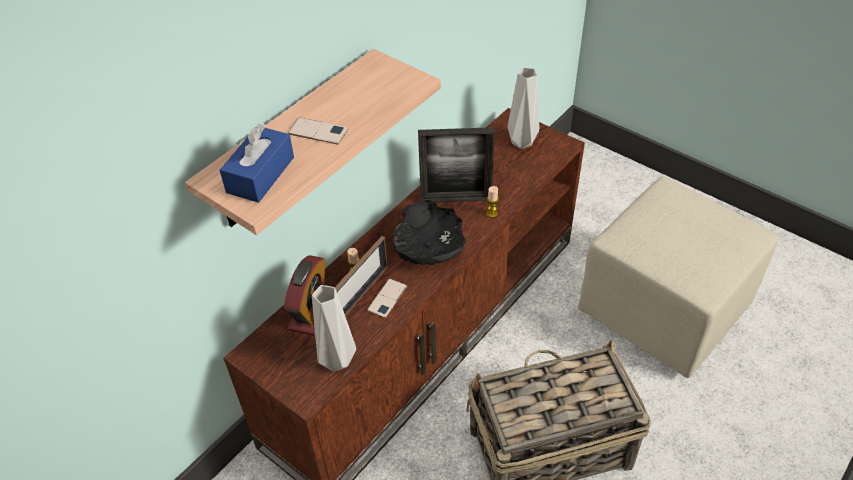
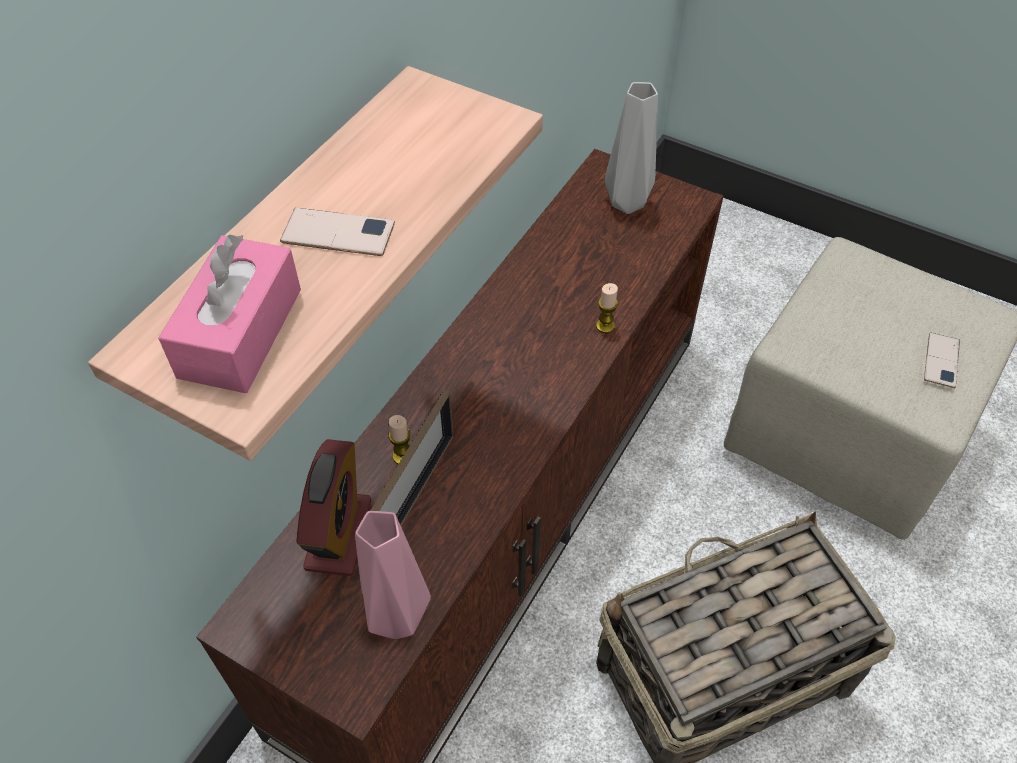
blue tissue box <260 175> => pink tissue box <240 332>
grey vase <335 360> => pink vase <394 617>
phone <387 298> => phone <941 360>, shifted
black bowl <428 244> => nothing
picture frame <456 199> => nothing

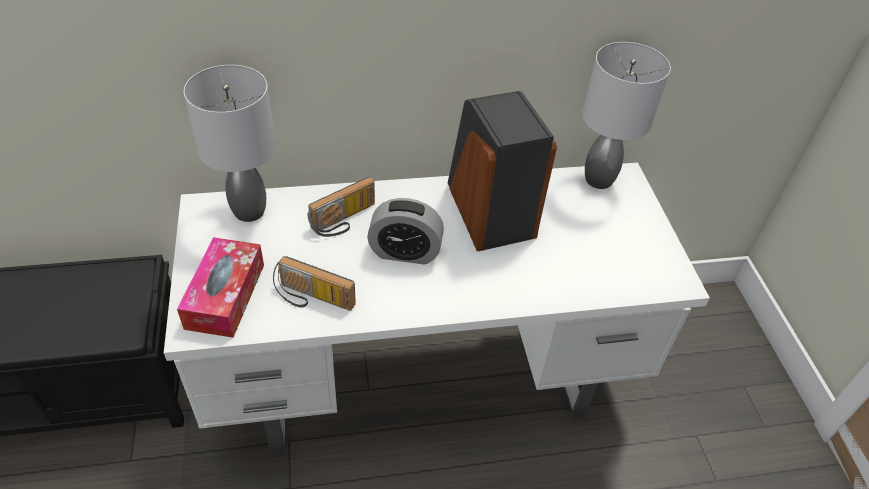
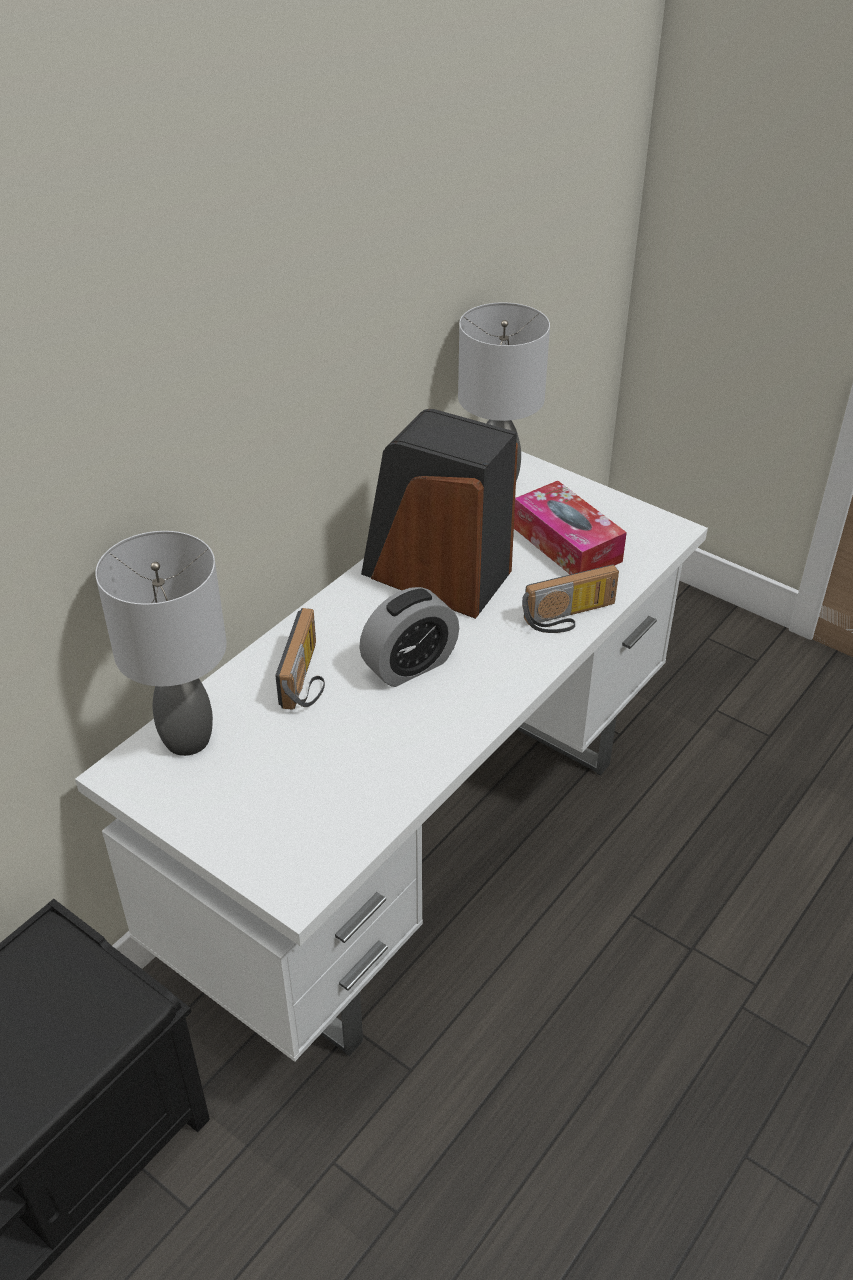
tissue box <225 296> => tissue box <566 544>, shifted
radio <312 299> => radio <570 617>, shifted

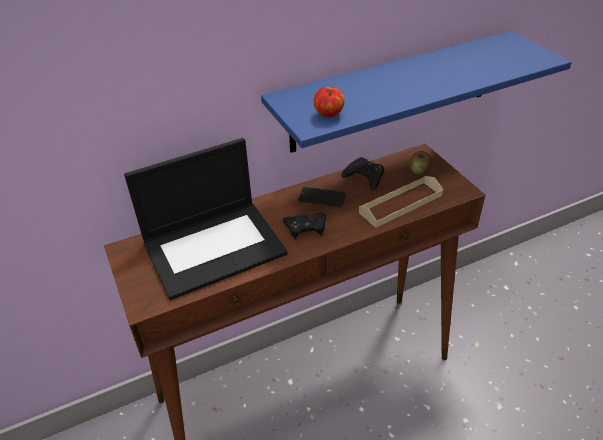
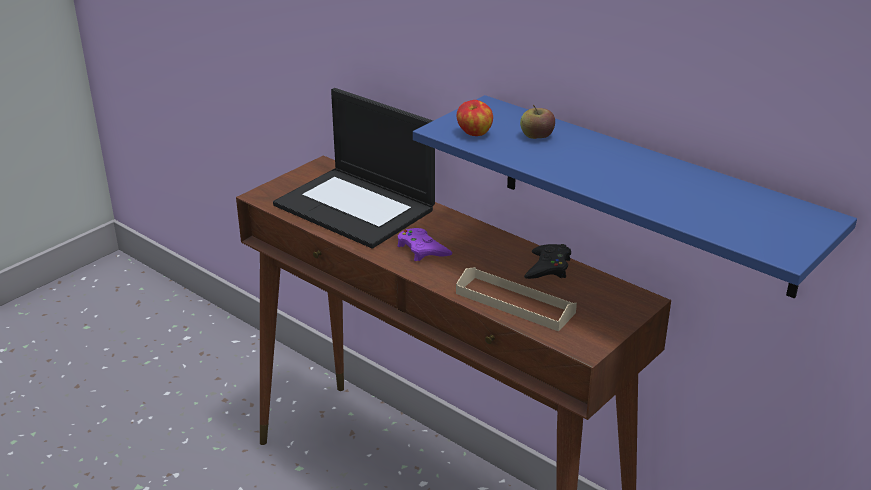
black game controller <305 228> => purple game controller <422 249>
apple <419 170> => apple <536 136>, shifted
phone <322 197> => nothing

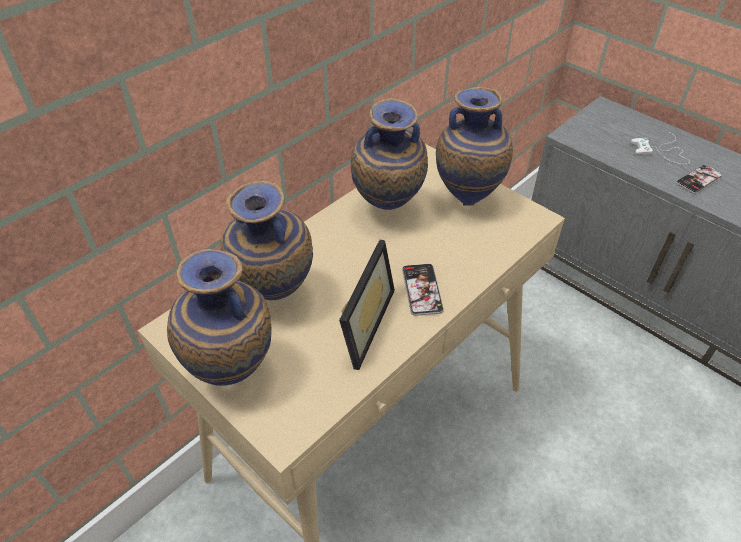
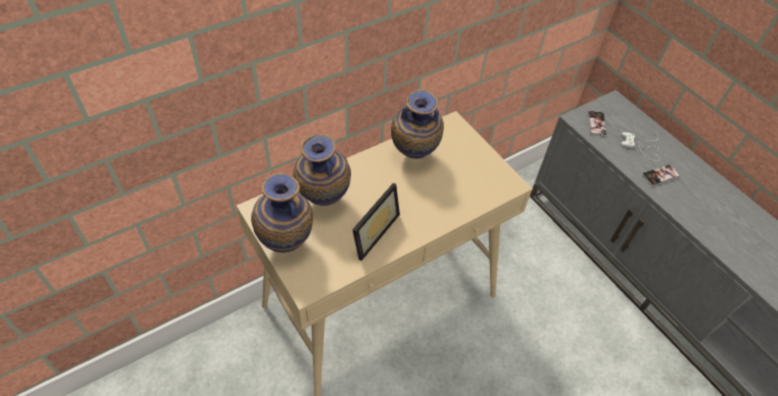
phone <422 290> => phone <596 124>, shifted
vase <467 199> => nothing

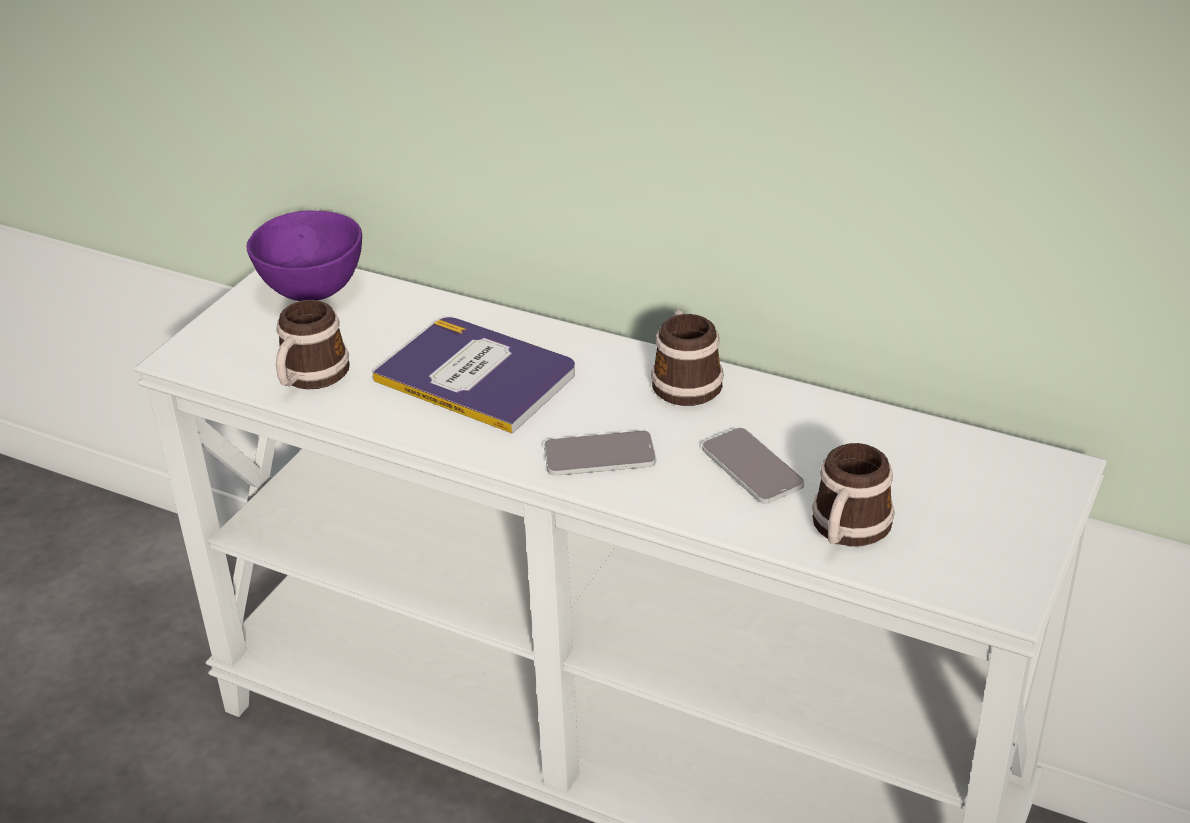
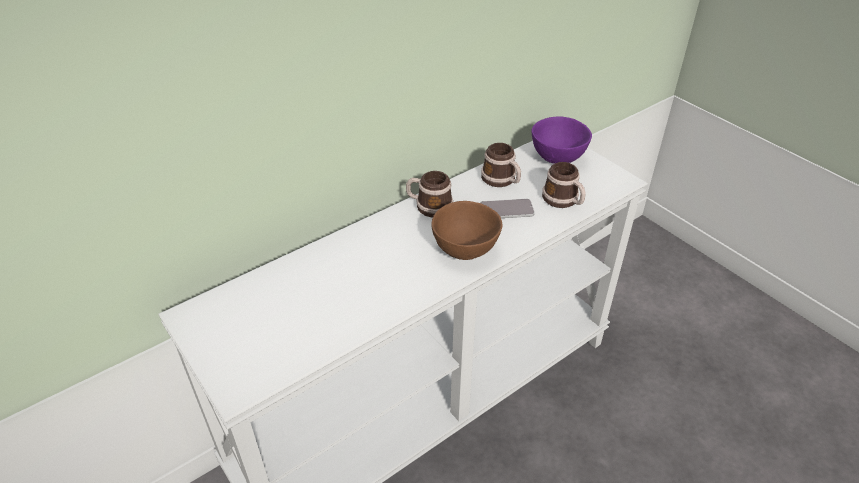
phone <599 455> => brown bowl <466 250>
mug <309 377> => mug <502 180>, shifted
purple bowl <311 292> => purple bowl <558 159>, shifted
book <477 376> => nothing

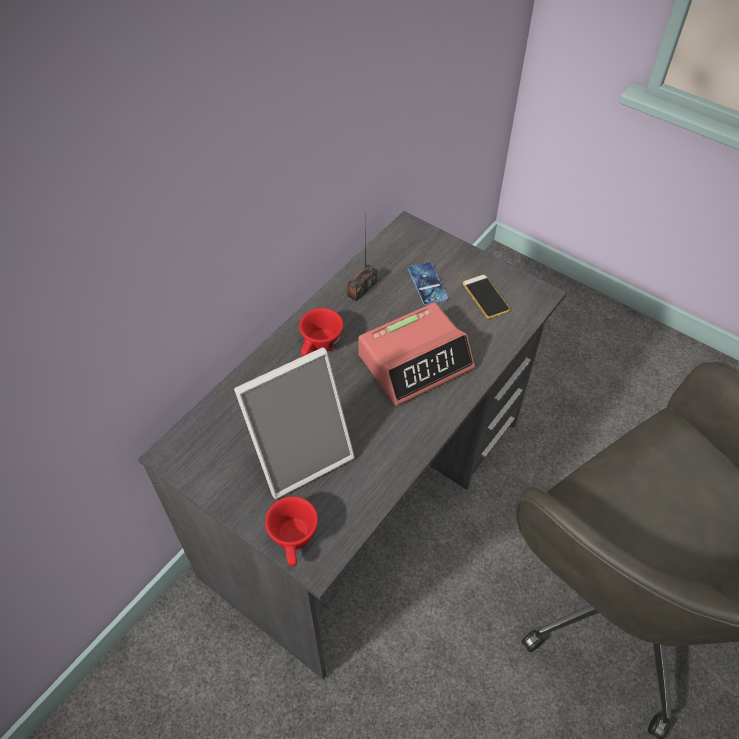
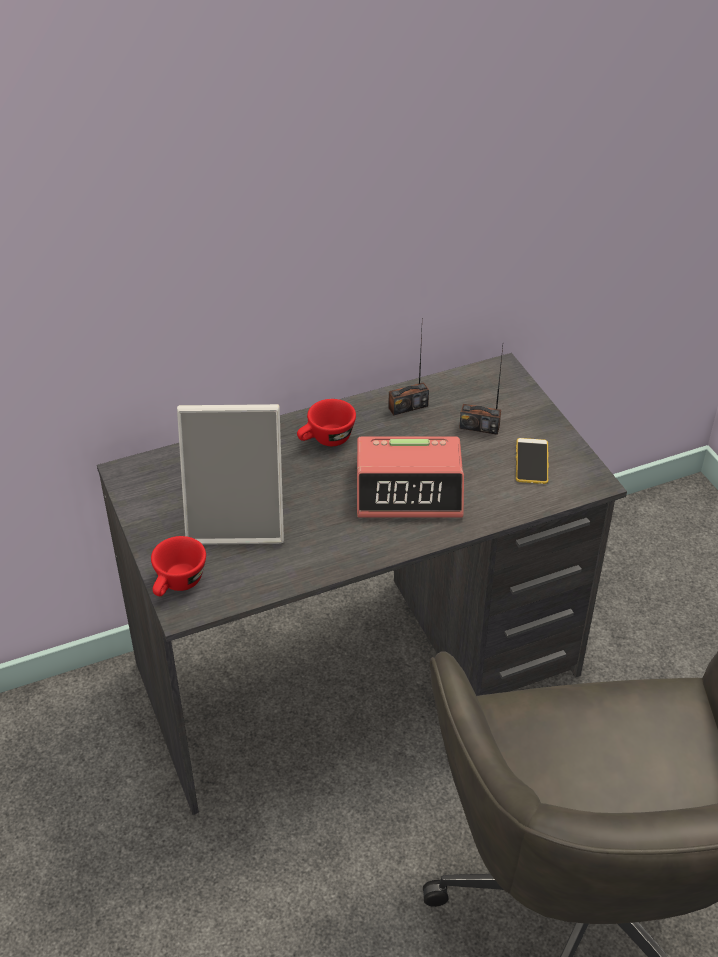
phone <427 283> => radio <479 427>

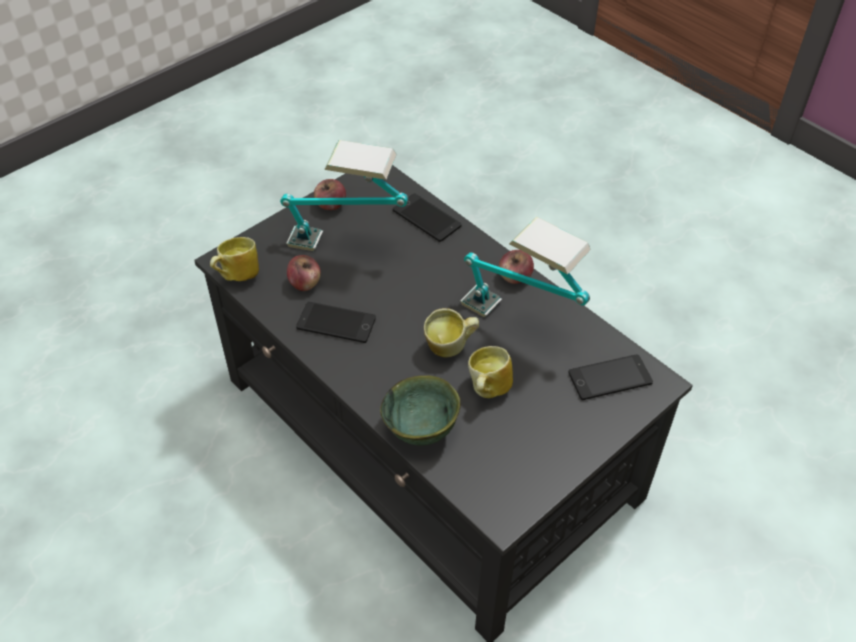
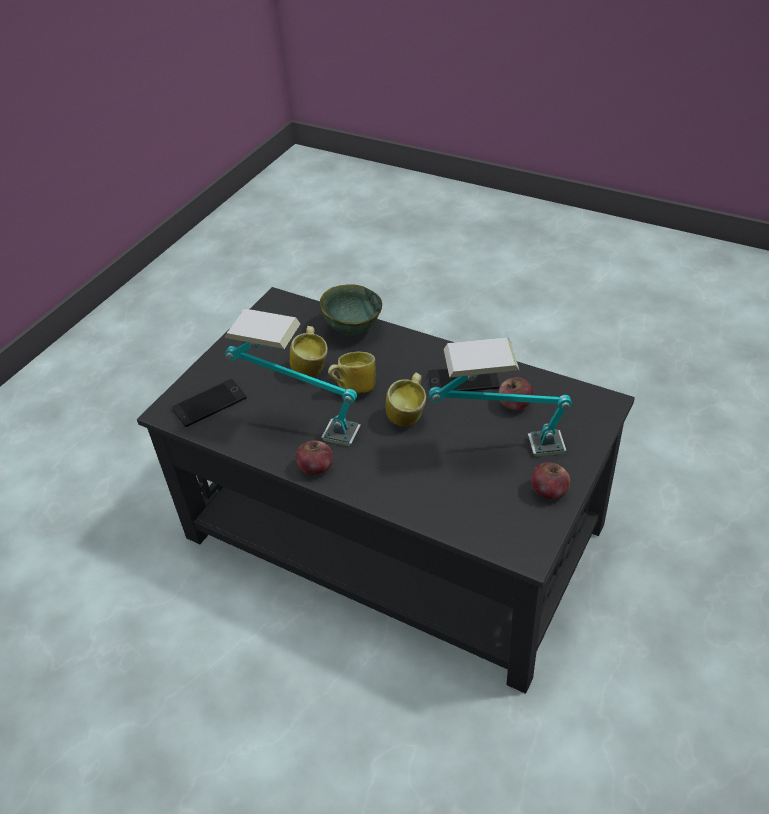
mug <237 276> => mug <409 416>, shifted
phone <426 218> => nothing

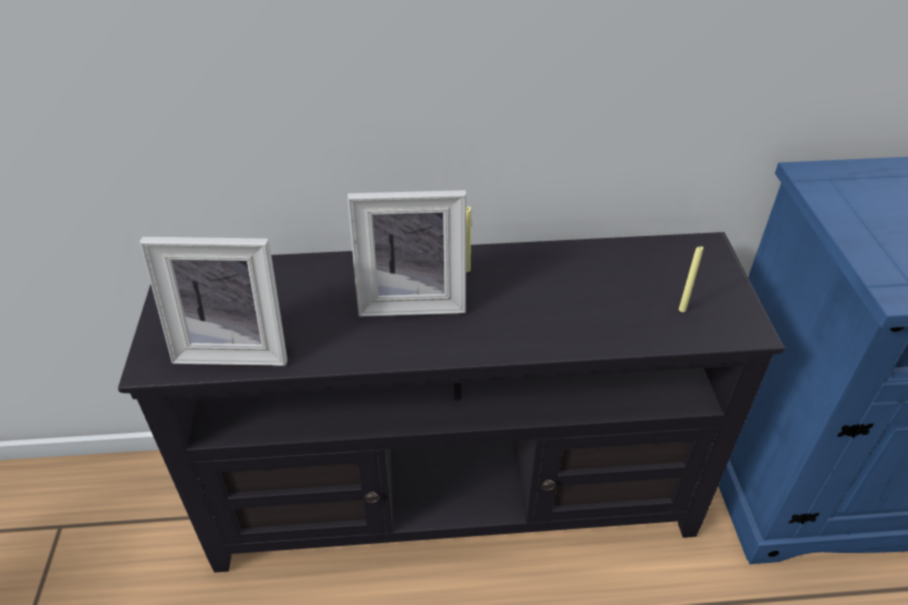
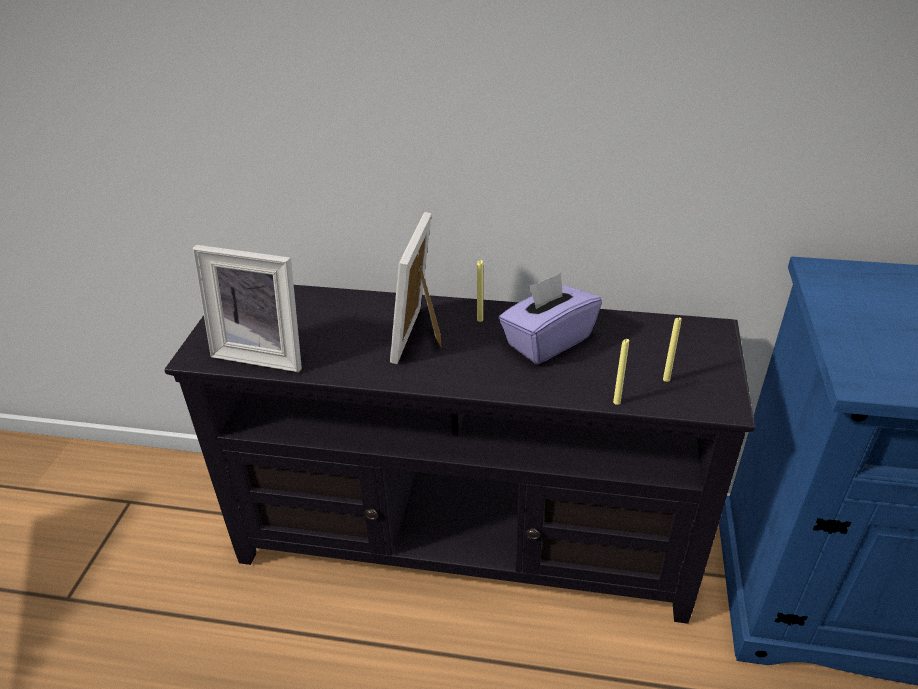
picture frame <412 299> => picture frame <423 336>, 90 degrees clockwise
nothing => purple tissue box <547 341>
nothing => yellow candle <616 402>

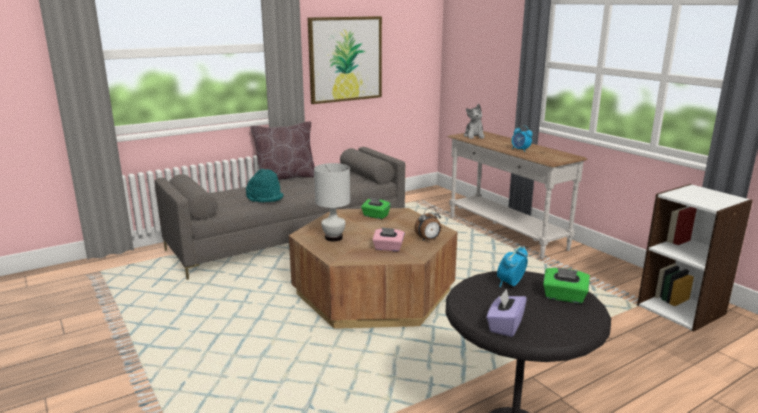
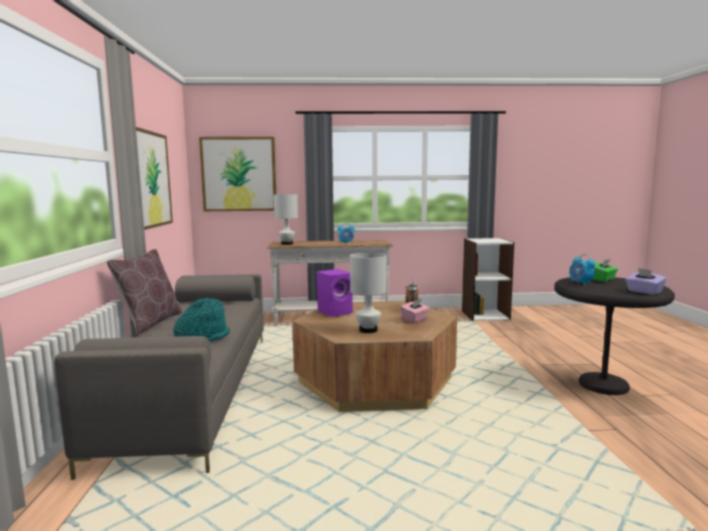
nothing => picture <239 174>
plush toy <474 136> => white table lamp <287 243>
green tissue box <375 216> => purple speaker <336 312>

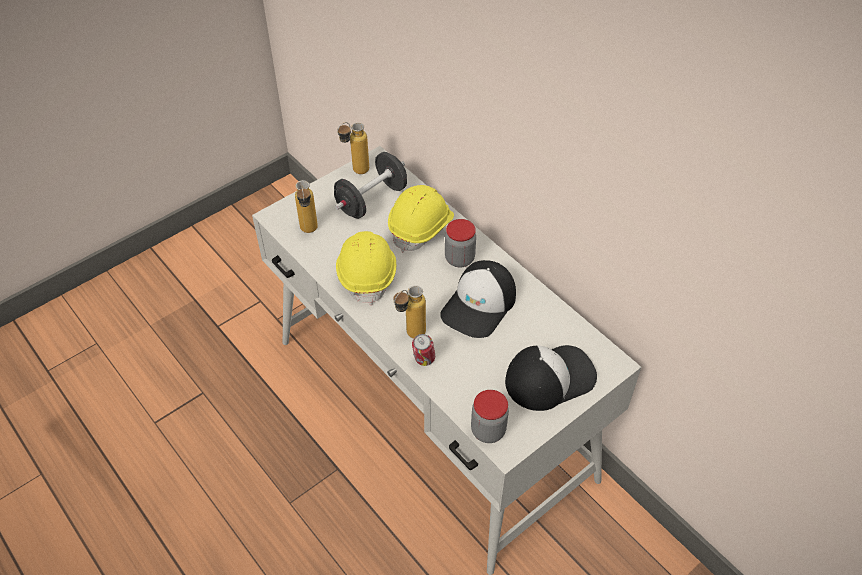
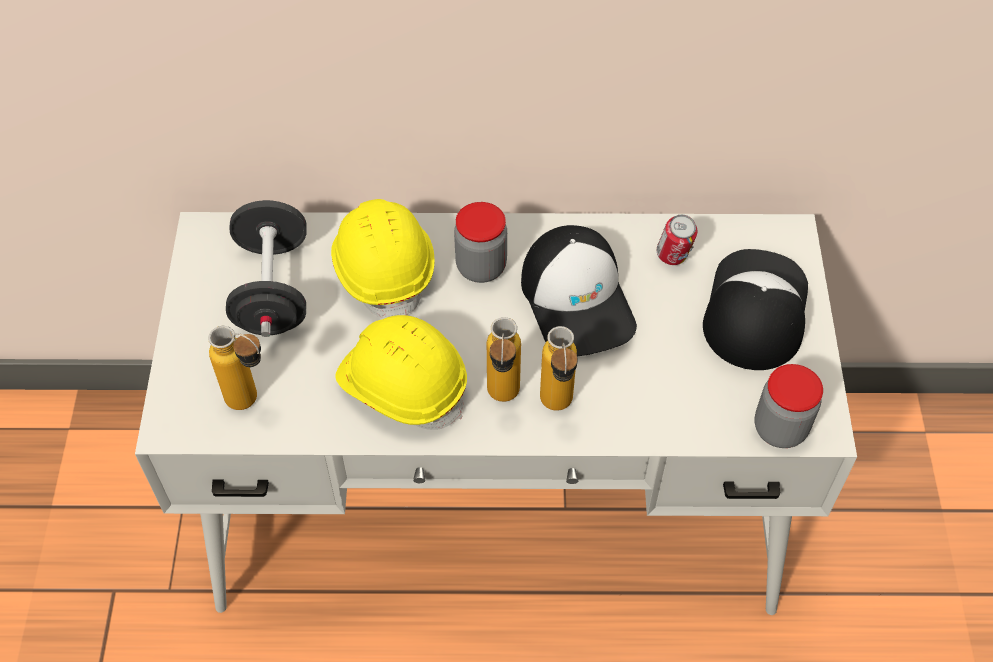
bottle <355 172> => bottle <502 401>, shifted
can <423 360> => can <673 258>, shifted

